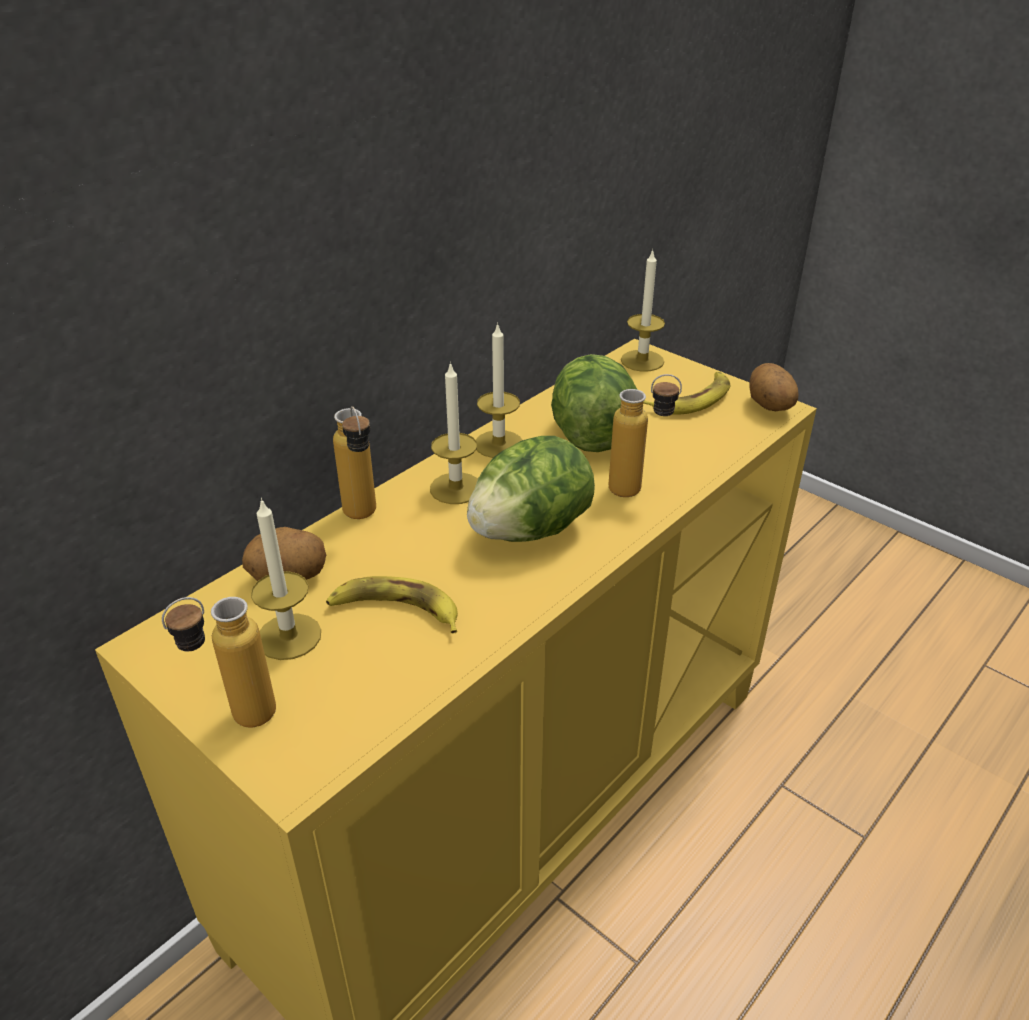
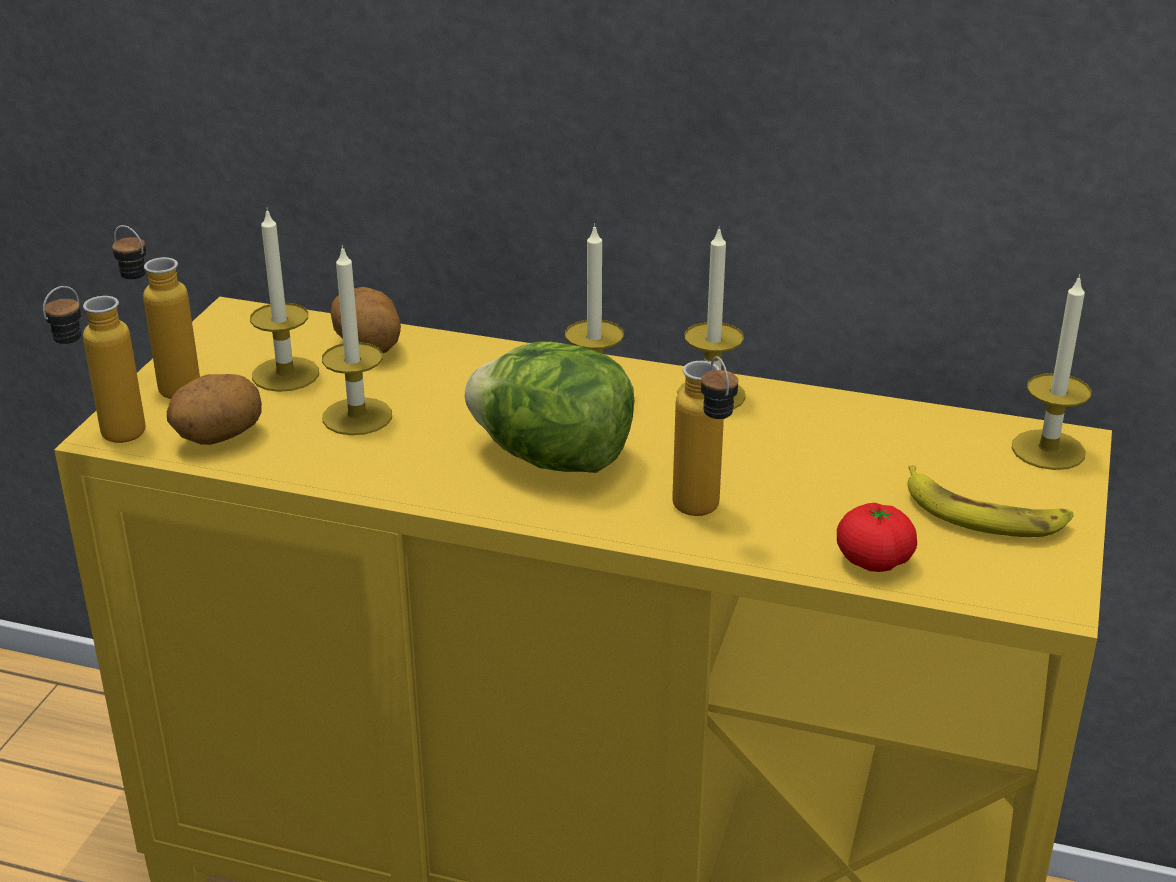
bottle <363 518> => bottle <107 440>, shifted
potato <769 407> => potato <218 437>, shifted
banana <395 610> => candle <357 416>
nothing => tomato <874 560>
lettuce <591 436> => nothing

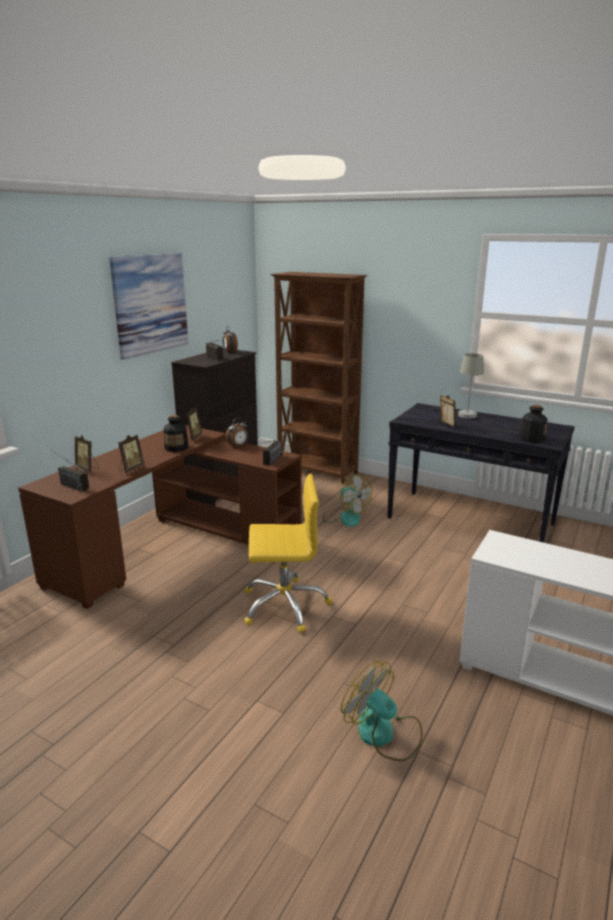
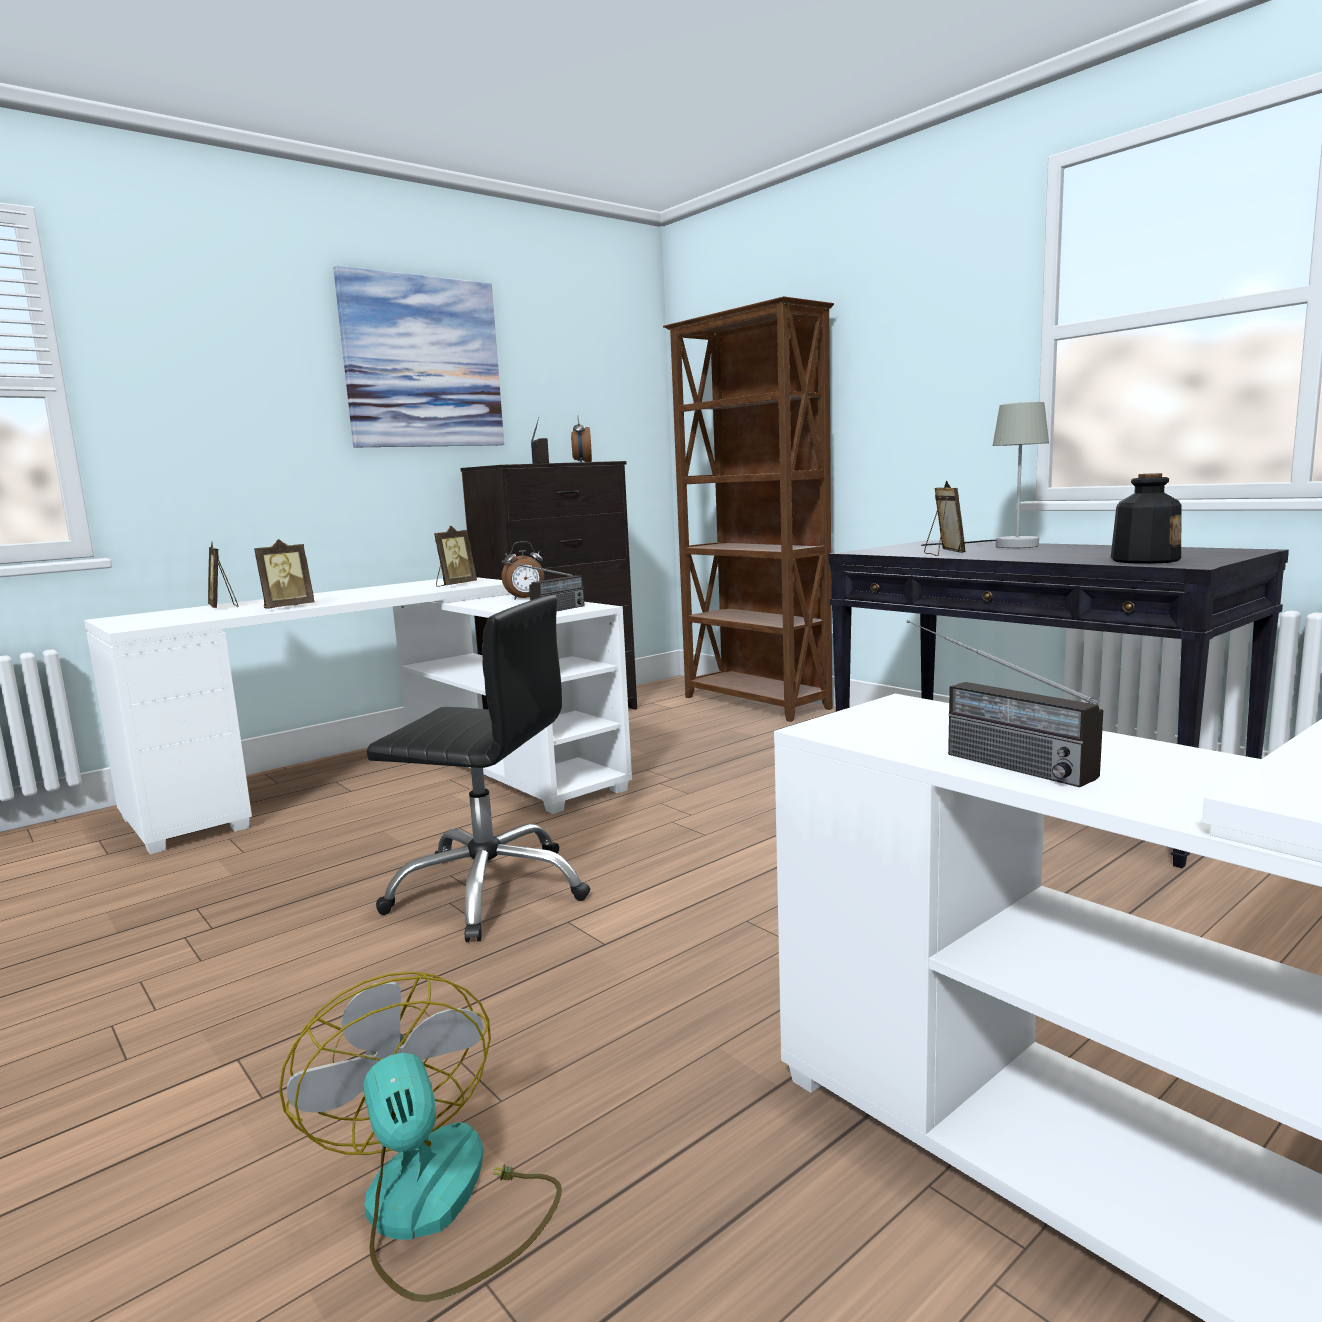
brown desk <174 546> => white desk <395 782>
yellow office chair <284 605> => black office chair <489 890>
radio <68 484> => radio <982 758>, shifted
bottle <176 447> => nothing
fan <345 517> => nothing

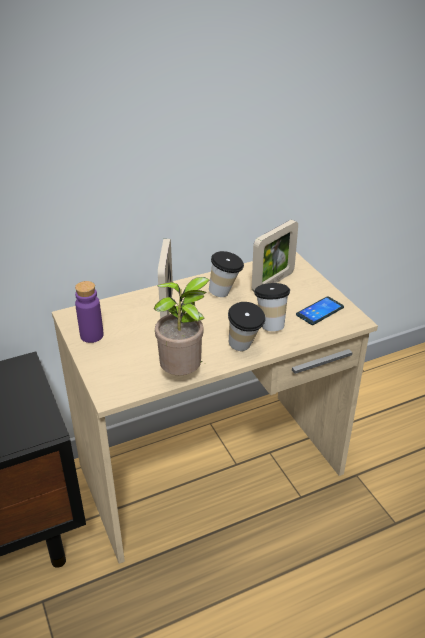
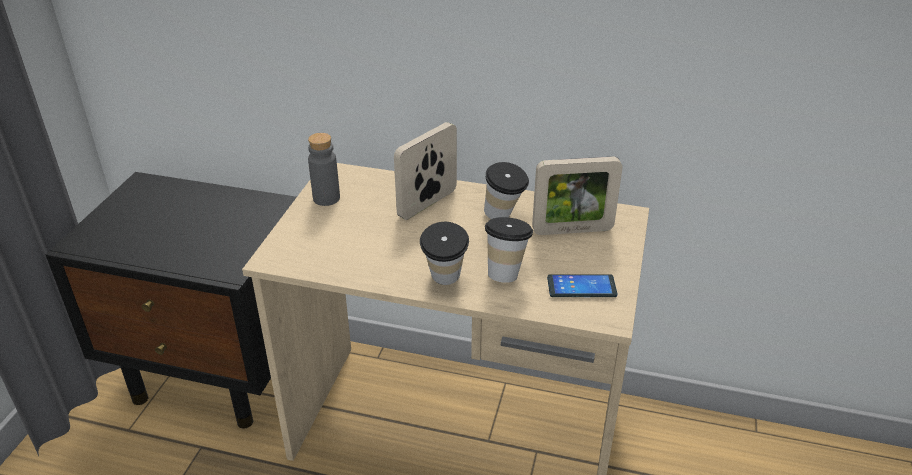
purple bottle <92 335> => grey bottle <326 198>
potted plant <184 374> => nothing

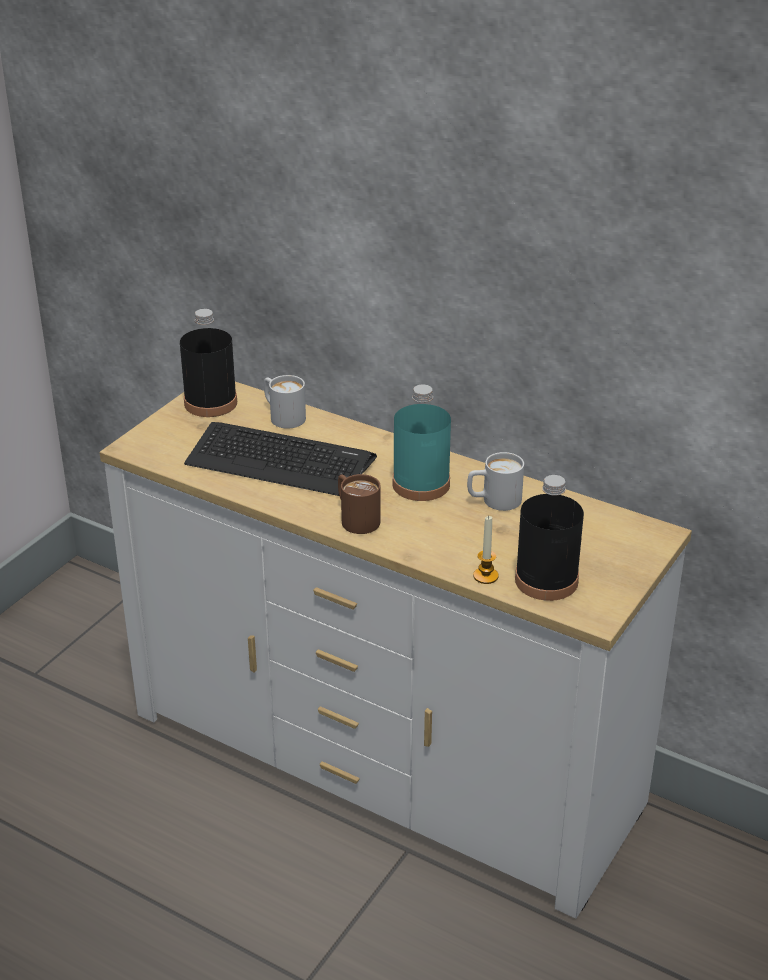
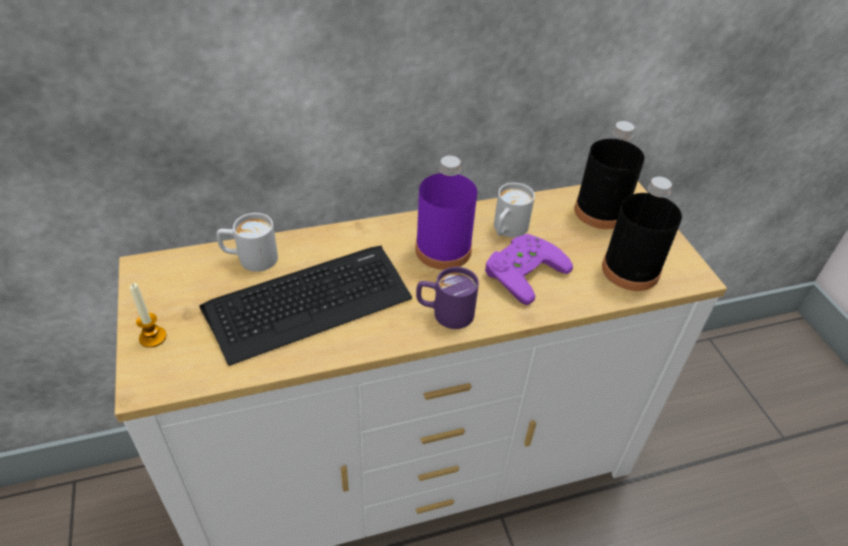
candle <485 576> => candle <153 337>, shifted
turquoise bottle <421 484> => purple bottle <443 250>
brown mug <355 518> => purple mug <444 313>
nothing => purple game controller <521 269>
black bottle <210 403> => black bottle <600 212>, shifted

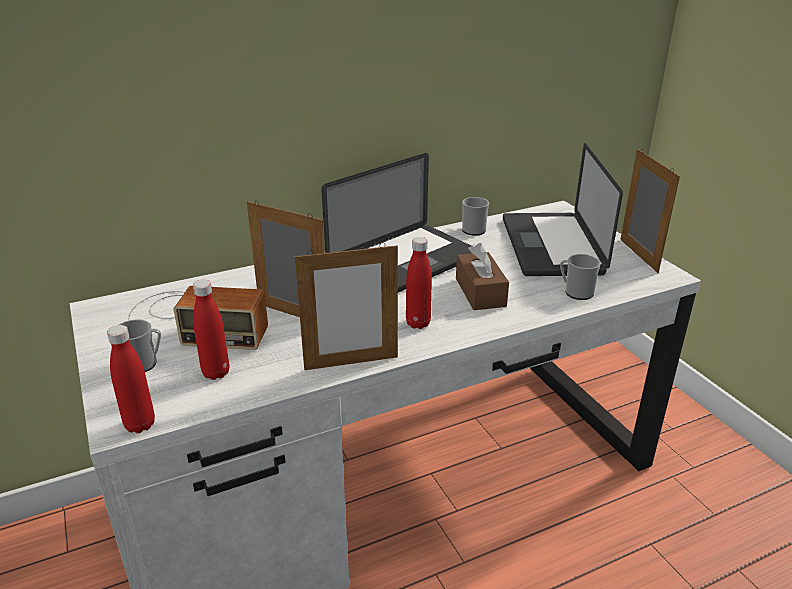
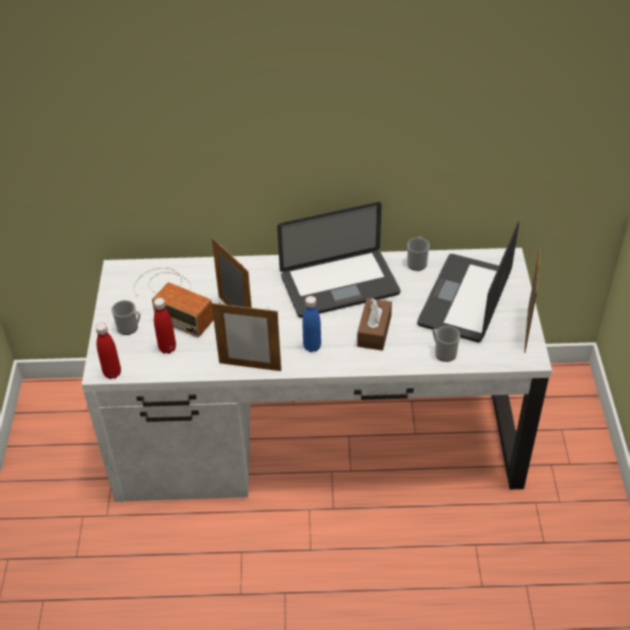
red bottle <418 323> => blue bottle <312 346>

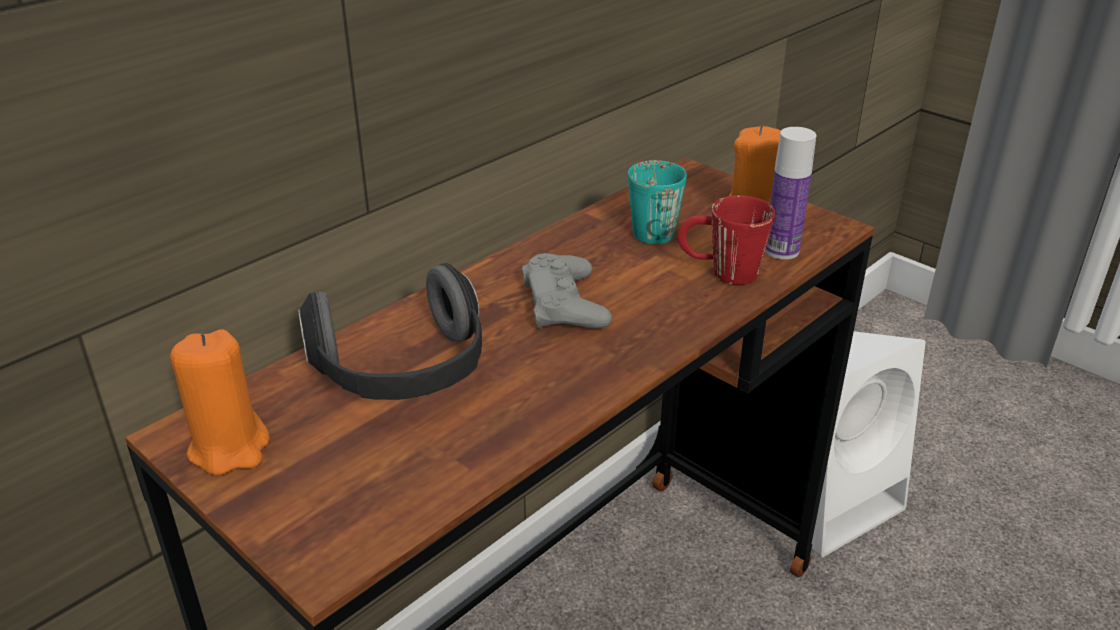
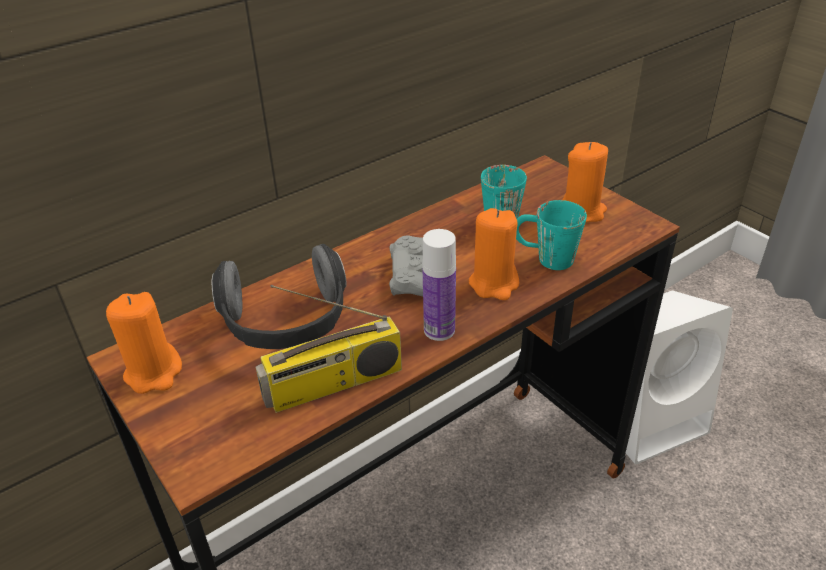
nothing => radio <333 385>
bottle <781 250> => bottle <439 330>, shifted
nothing => orange candle <494 284>
red mug <720 272> => turquoise mug <544 258>

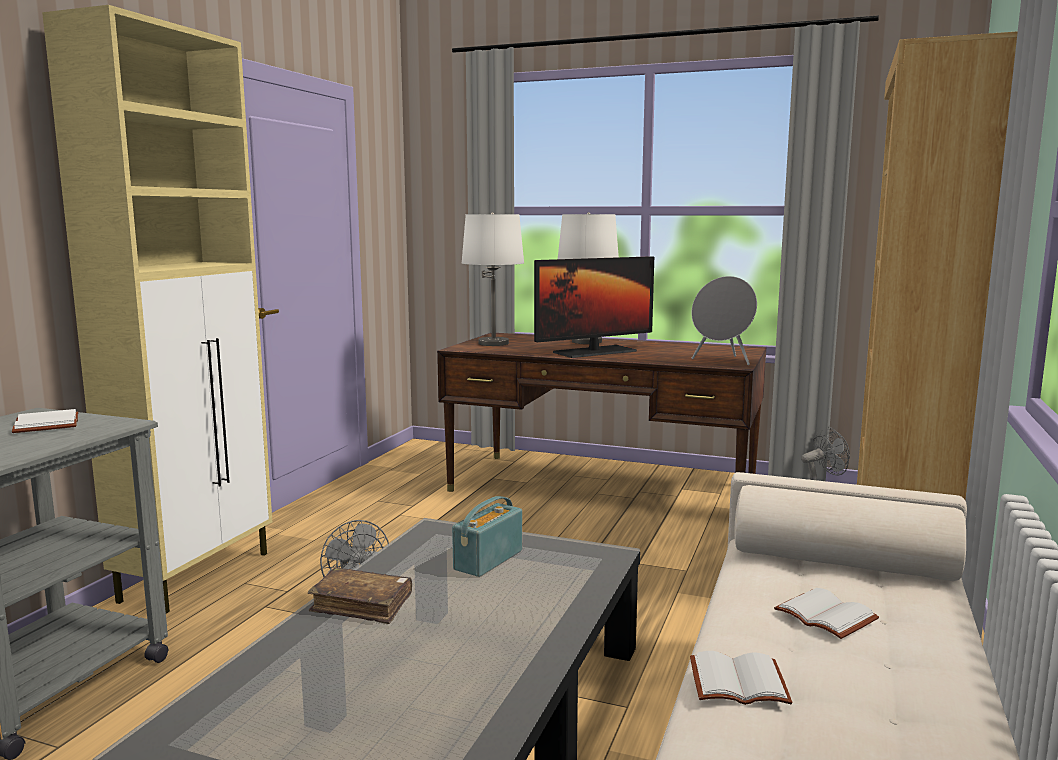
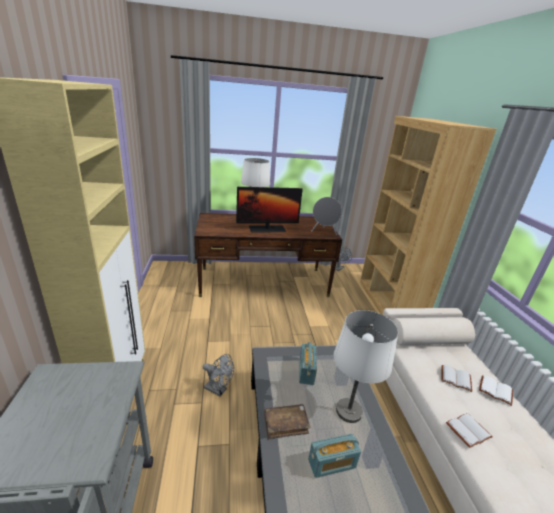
monitor <595 352> => monitor <267 229>, 45 degrees clockwise
nothing => radio <332 463>
white table lamp <494 343> => white table lamp <349 411>, shifted
white book <44 424> => white book <495 391>, shifted

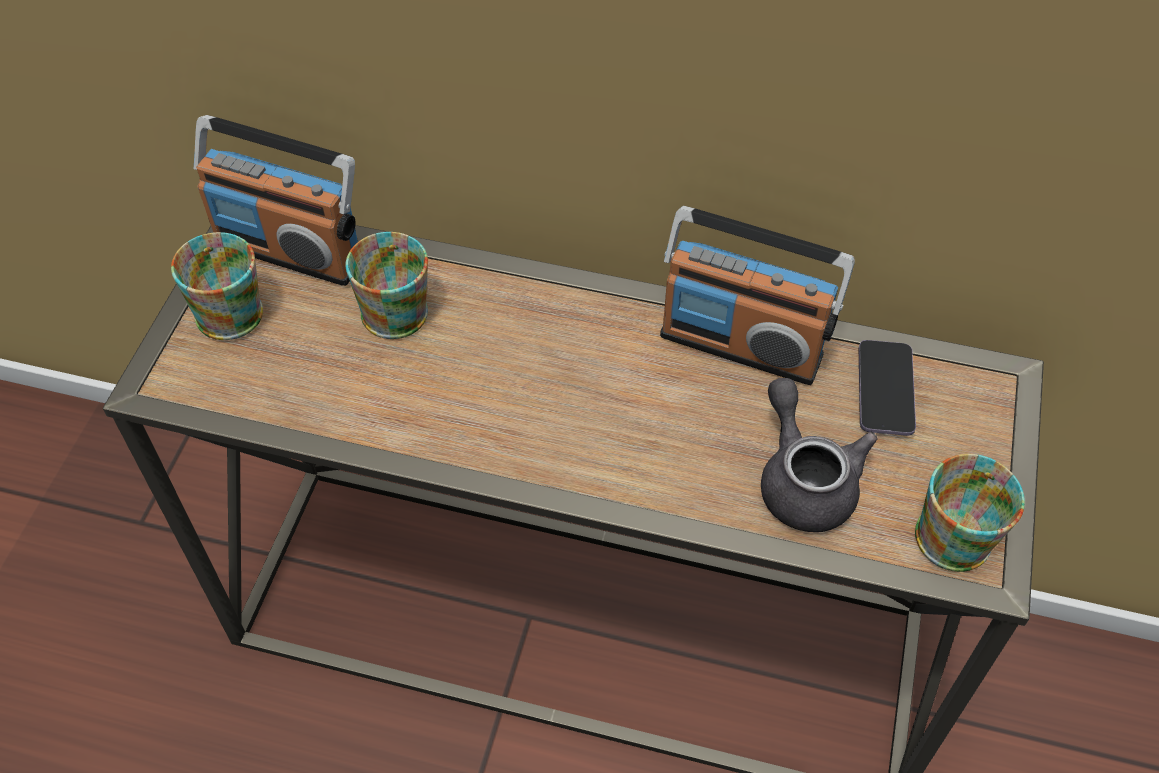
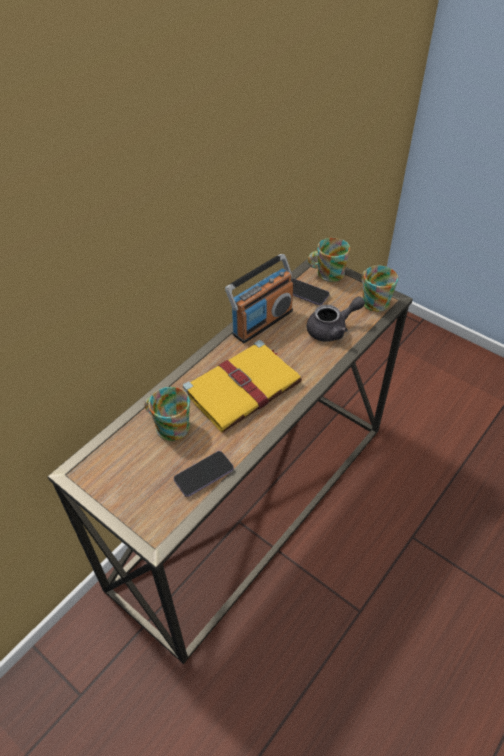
nothing => phone <204 474>
nothing => yellow book <244 387>
grey teapot <804 479> => grey teapot <332 329>, 150 degrees clockwise
mug <228 307> => mug <326 273>, shifted
radio <290 250> => nothing

